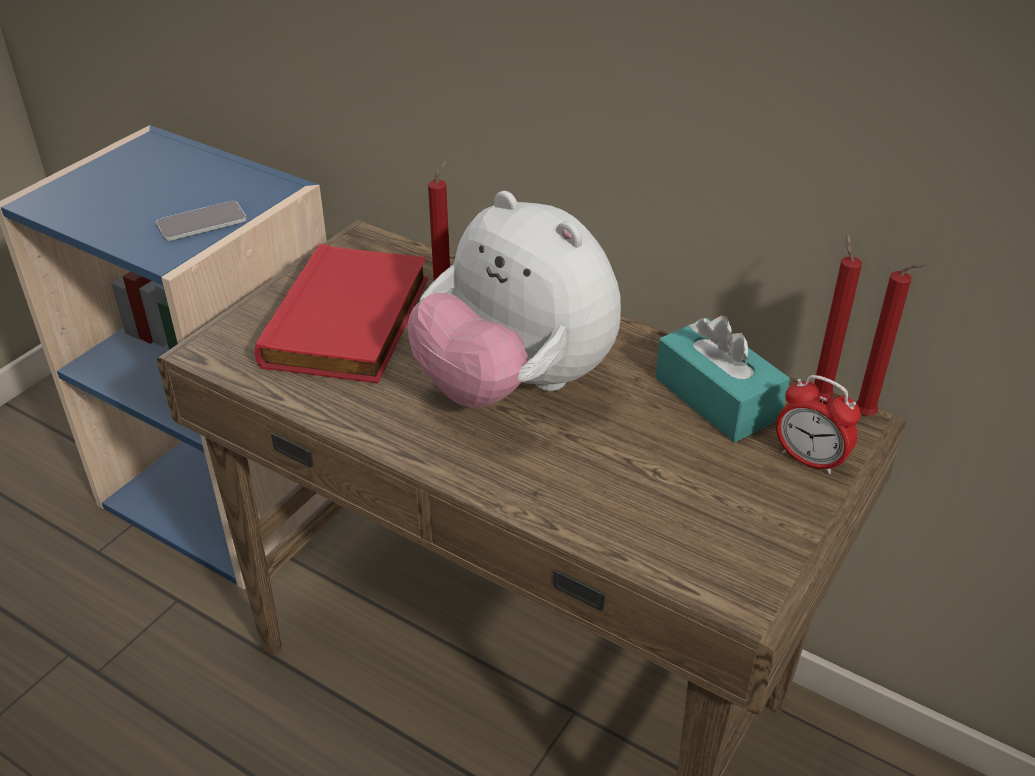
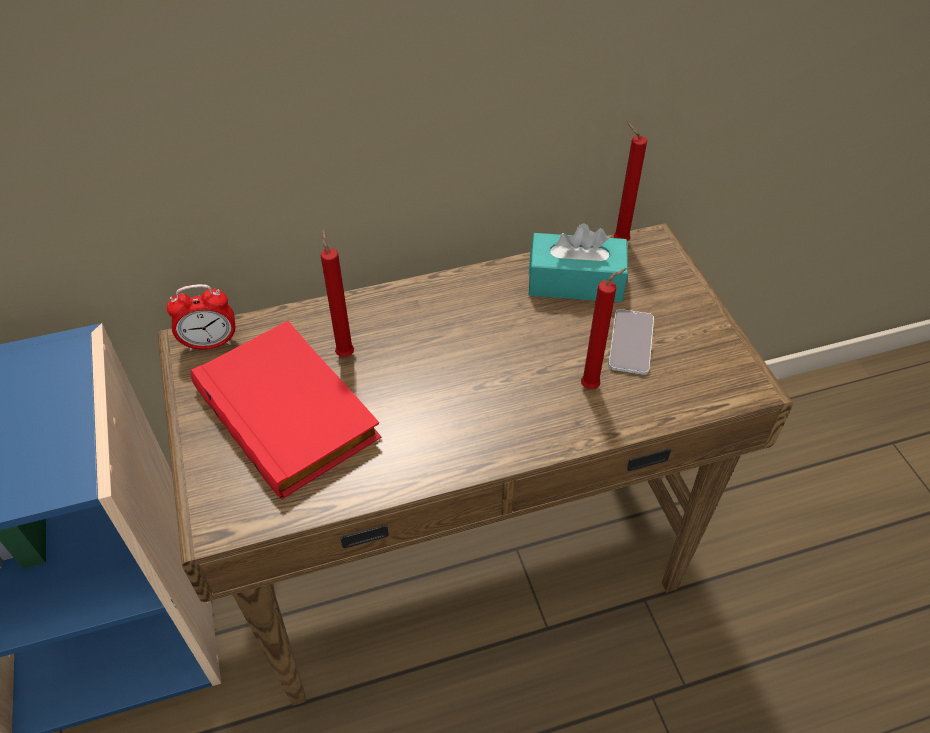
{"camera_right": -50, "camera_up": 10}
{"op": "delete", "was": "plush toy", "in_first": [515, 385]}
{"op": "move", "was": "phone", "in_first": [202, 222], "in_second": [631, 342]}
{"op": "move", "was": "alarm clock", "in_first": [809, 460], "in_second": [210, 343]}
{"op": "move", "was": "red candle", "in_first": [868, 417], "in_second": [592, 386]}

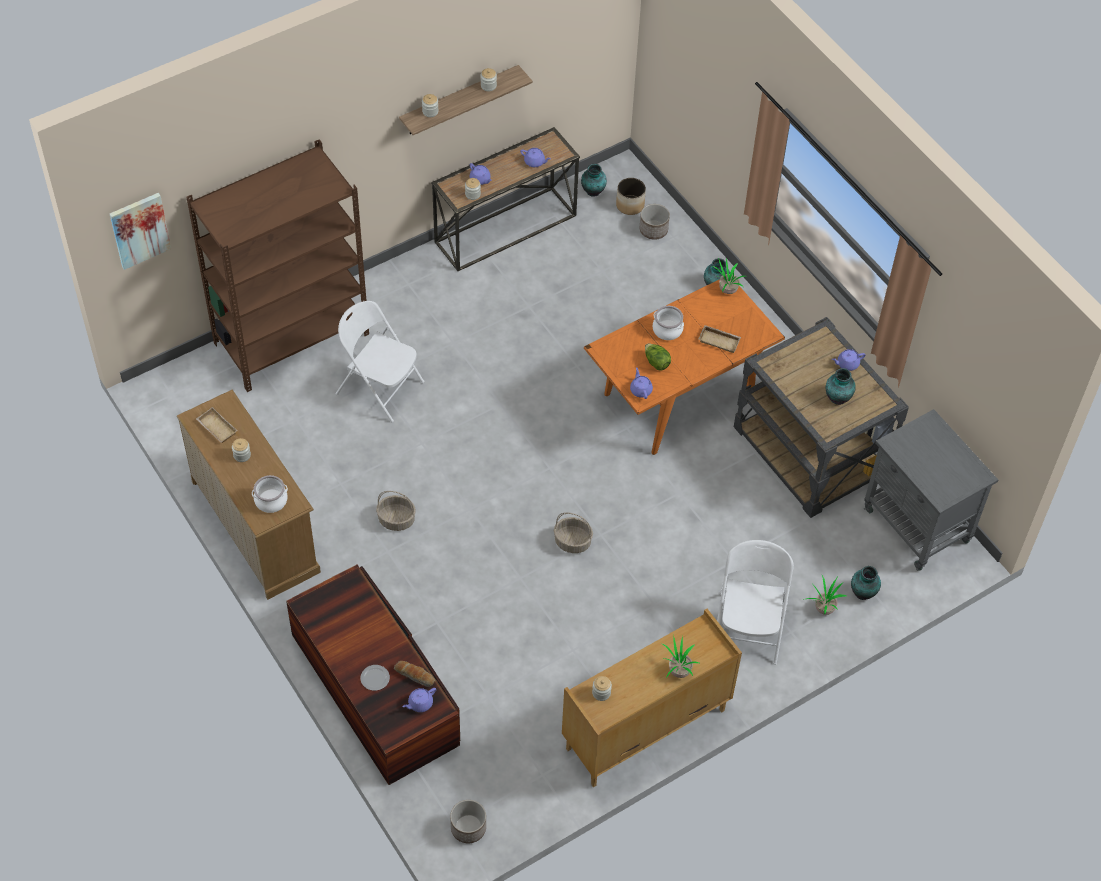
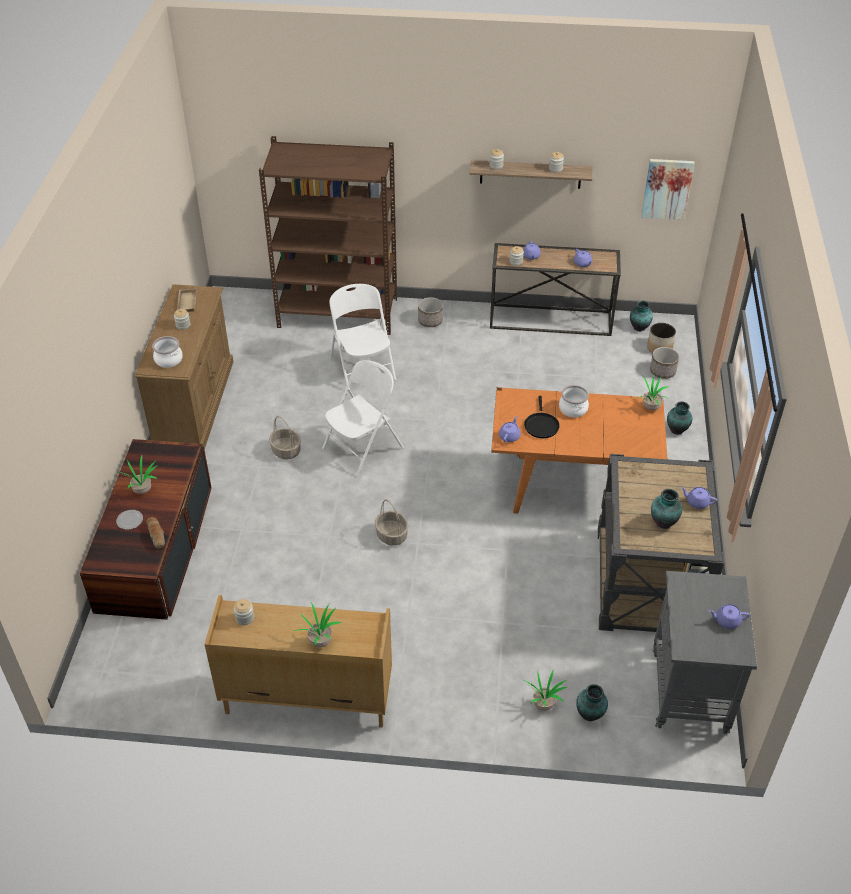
{"camera_right": 40, "camera_up": -10}
{"op": "delete", "was": "beige tray", "in_first": [720, 340]}
{"op": "insert", "now": "potted plant", "in_second": [142, 490]}
{"op": "move", "was": "picture", "in_first": [140, 230], "in_second": [667, 189]}
{"op": "move", "was": "purple teapot", "in_first": [420, 703], "in_second": [726, 621]}
{"op": "move", "was": "planter", "in_first": [468, 828], "in_second": [430, 321]}
{"op": "move", "was": "white chair", "in_first": [748, 628], "in_second": [363, 448]}
{"op": "replace", "was": "lettuce", "now": "black frying pan", "in_first": [656, 362], "in_second": [541, 425]}

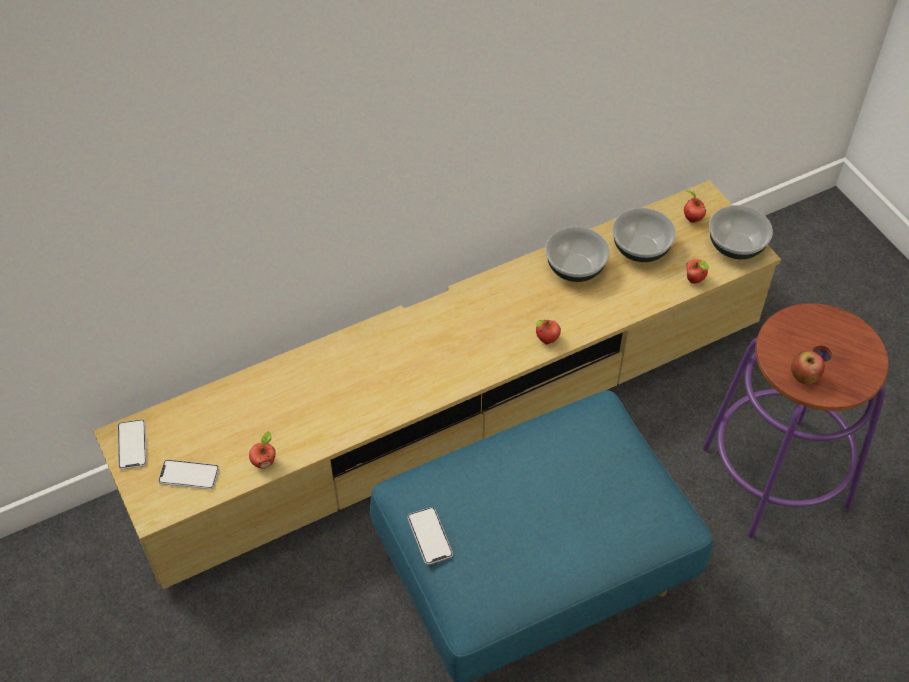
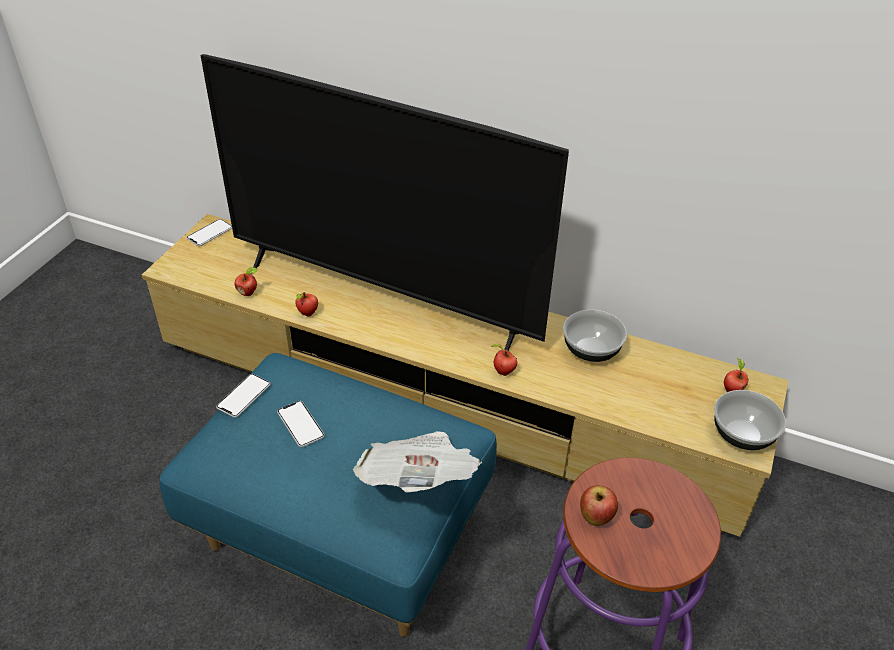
{"camera_right": 50, "camera_up": -10}
{"op": "delete", "was": "bowl", "in_first": [640, 249]}
{"op": "insert", "now": "television", "in_second": [382, 298]}
{"op": "insert", "now": "newspaper", "in_second": [419, 480]}
{"op": "move", "was": "phone", "in_first": [189, 475], "in_second": [300, 424]}
{"op": "move", "was": "apple", "in_first": [695, 280], "in_second": [308, 314]}

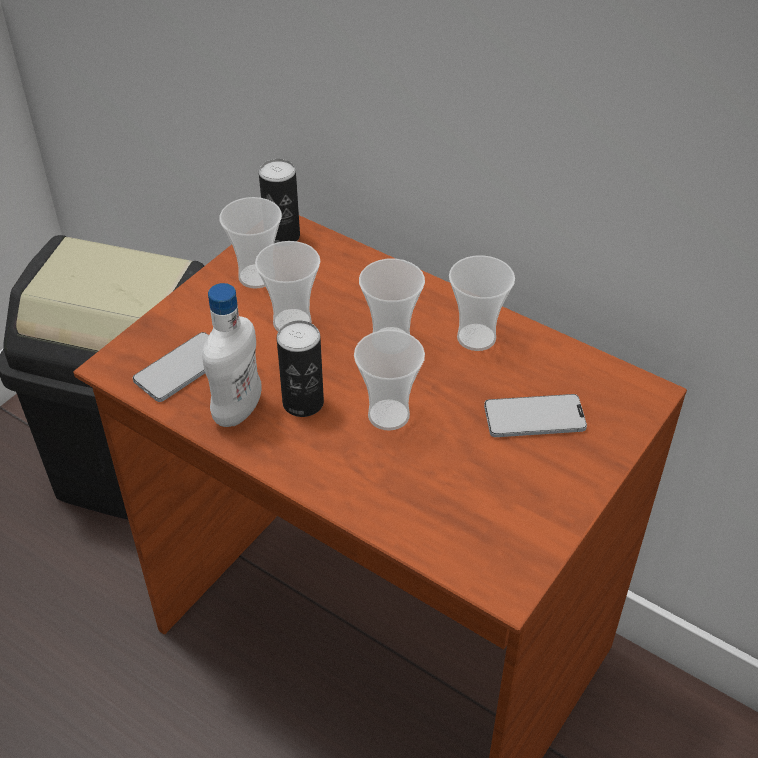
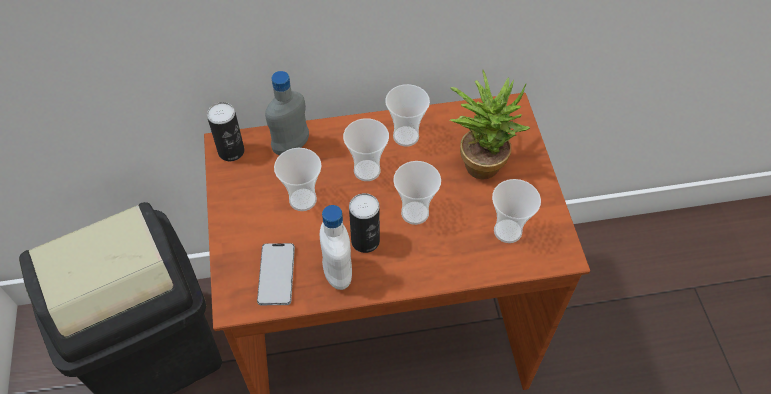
{"camera_right": -45, "camera_up": 10}
{"op": "insert", "now": "grey bottle", "in_second": [291, 146]}
{"op": "move", "was": "cup", "in_first": [257, 276], "in_second": [507, 231]}
{"op": "replace", "was": "phone", "now": "potted plant", "in_first": [534, 417], "in_second": [481, 159]}

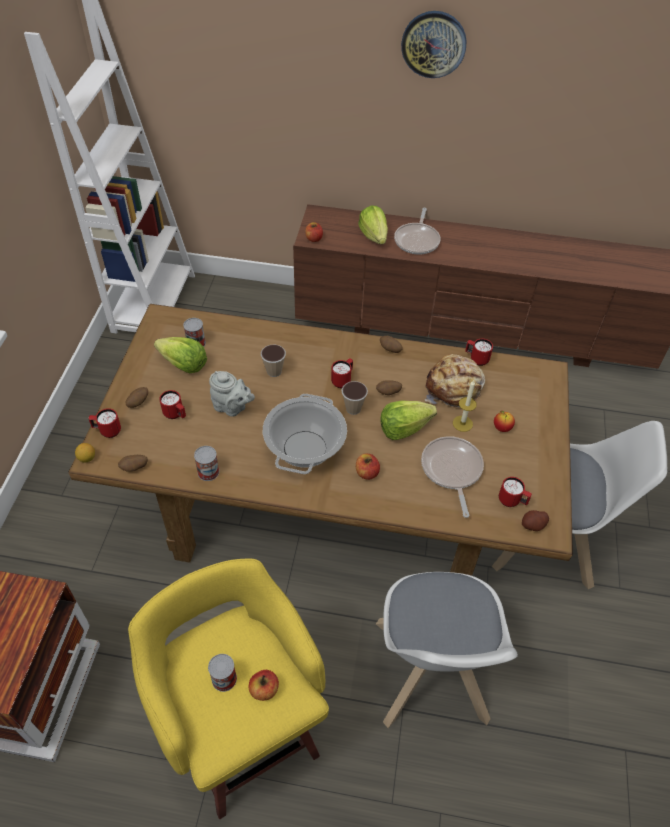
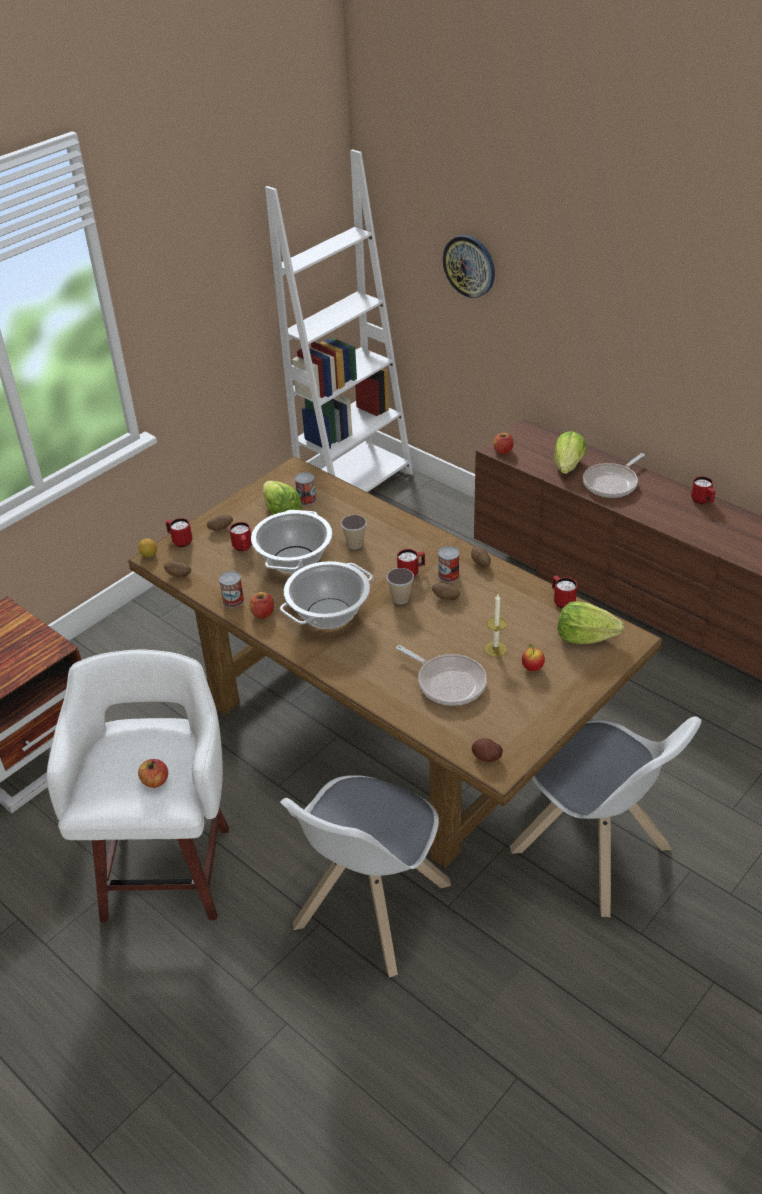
{"camera_right": 35, "camera_up": -10}
{"op": "delete", "was": "bread", "in_first": [454, 388]}
{"op": "move", "was": "can", "in_first": [224, 679], "in_second": [448, 575]}
{"op": "move", "was": "apple", "in_first": [366, 473], "in_second": [263, 613]}
{"op": "move", "was": "lettuce", "in_first": [404, 428], "in_second": [585, 637]}
{"op": "move", "was": "wall clock", "in_first": [433, 44], "in_second": [469, 266]}
{"op": "move", "was": "red mug", "in_first": [512, 501], "in_second": [702, 501]}
{"op": "replace", "was": "grey teapot", "now": "cooking pot", "in_first": [232, 408], "in_second": [294, 560]}
{"op": "recolor", "was": "yellow stool", "now": "white stool", "in_first": [243, 732], "in_second": [167, 868]}
{"op": "rotate", "was": "frying pan", "in_first": [451, 470], "in_second": [448, 682], "clockwise": 105}

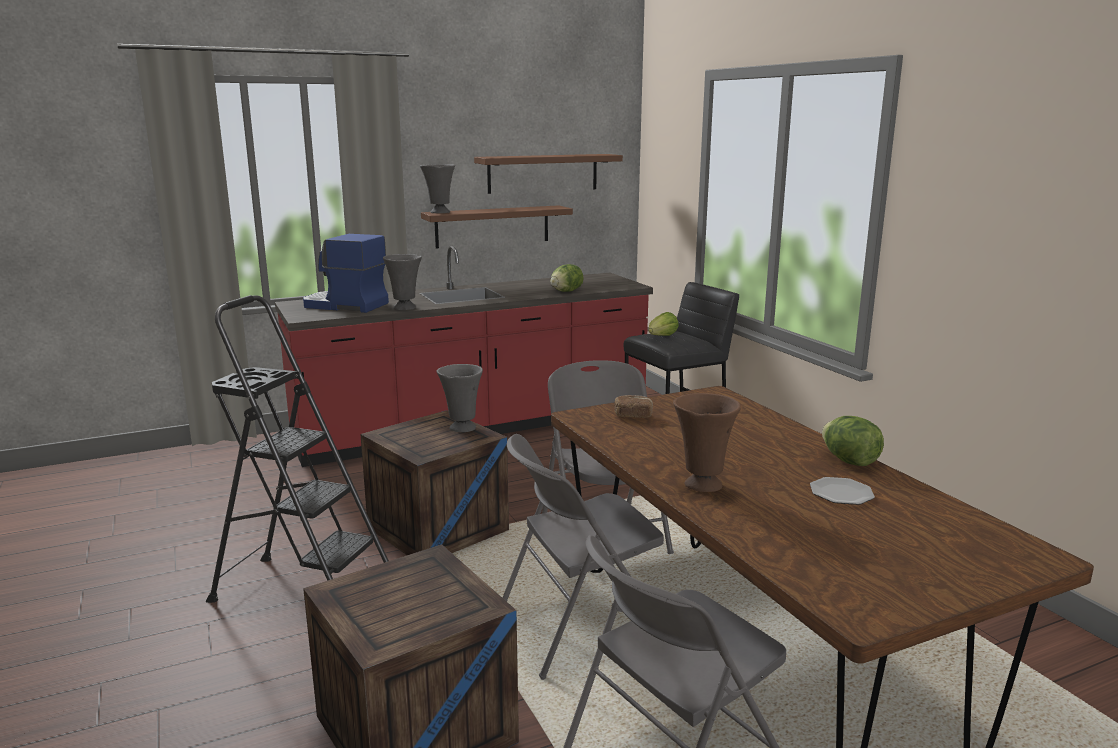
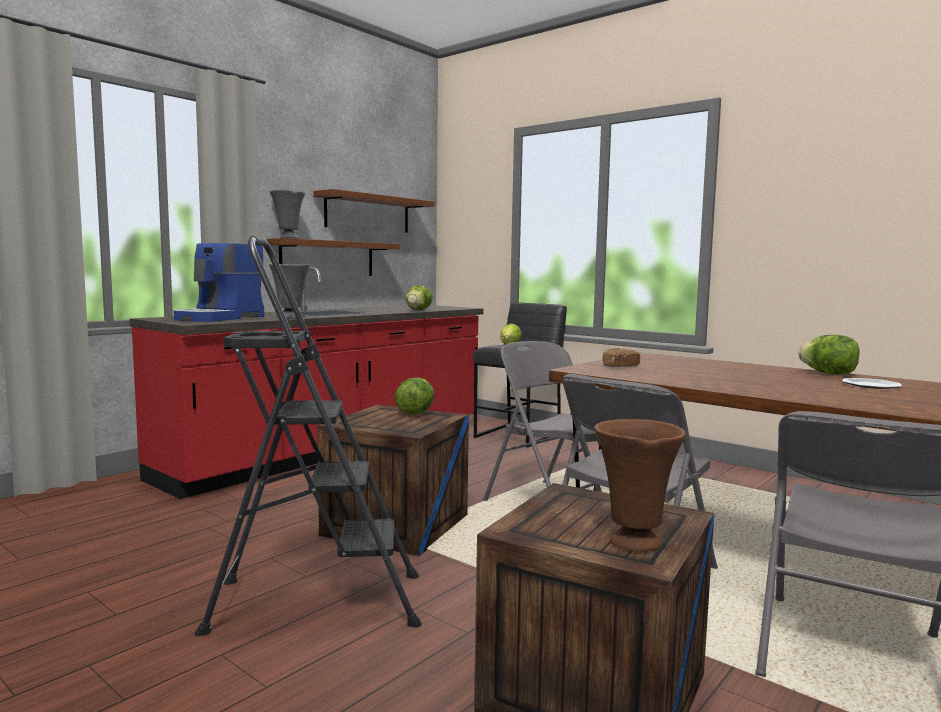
{"camera_right": -25, "camera_up": -10}
{"op": "move", "was": "brown vase", "in_first": [701, 485], "in_second": [633, 543]}
{"op": "replace", "was": "grey vase", "now": "lettuce", "in_first": [461, 428], "in_second": [415, 413]}
{"op": "rotate", "was": "coffee machine", "in_first": [344, 305], "in_second": [220, 318], "clockwise": -60}

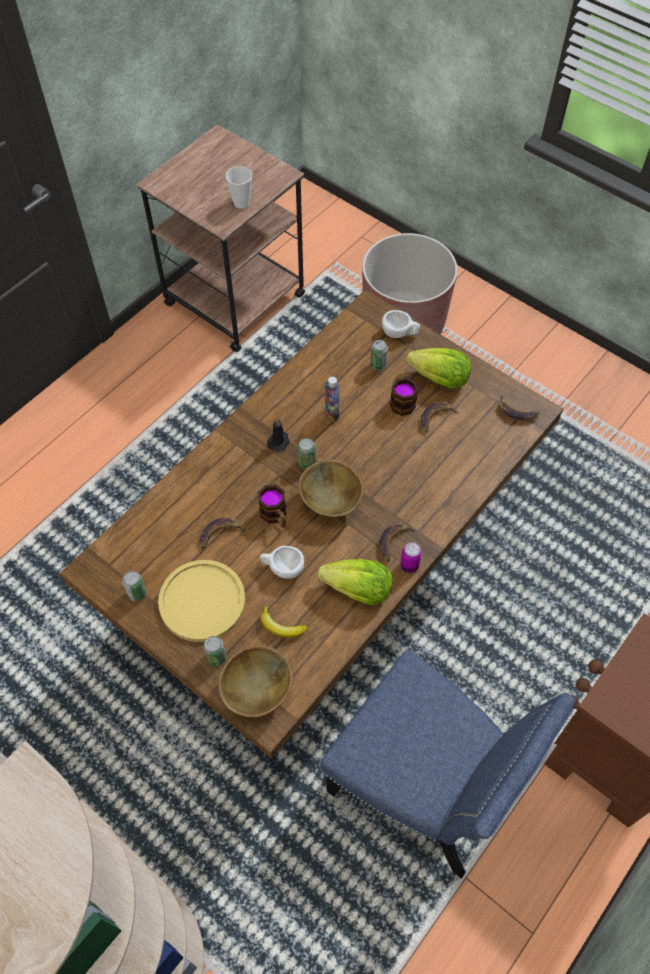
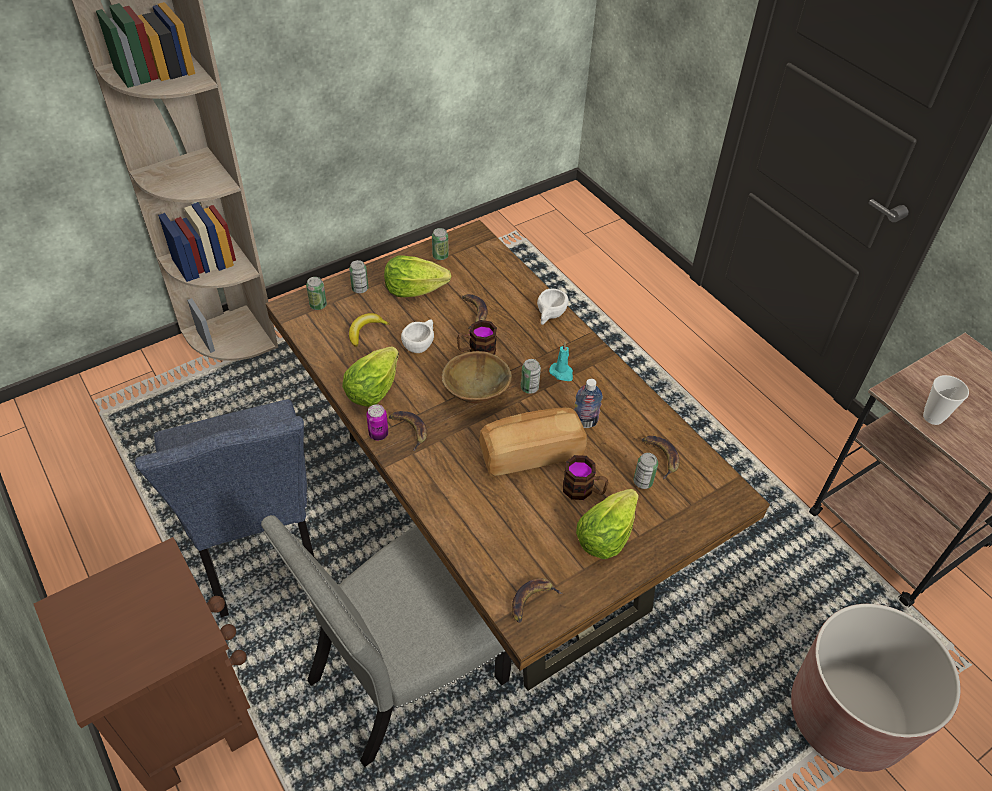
{"camera_right": 105, "camera_up": -10}
{"op": "insert", "now": "grey chair", "in_second": [408, 672]}
{"op": "insert", "now": "bread", "in_second": [530, 453]}
{"op": "move", "was": "white cup", "in_first": [400, 333], "in_second": [549, 316]}
{"op": "move", "was": "banana", "in_first": [435, 418], "in_second": [660, 456]}
{"op": "replace", "was": "yellow plate", "now": "lettuce", "in_first": [202, 601], "in_second": [414, 290]}
{"op": "replace", "was": "brown bowl", "now": "can", "in_first": [256, 691], "in_second": [318, 305]}
{"op": "recolor", "was": "black candle", "now": "turquoise candle", "in_first": [279, 441], "in_second": [562, 373]}
{"op": "rotate", "was": "blue chair", "in_first": [421, 784], "in_second": [257, 538], "clockwise": -75}

